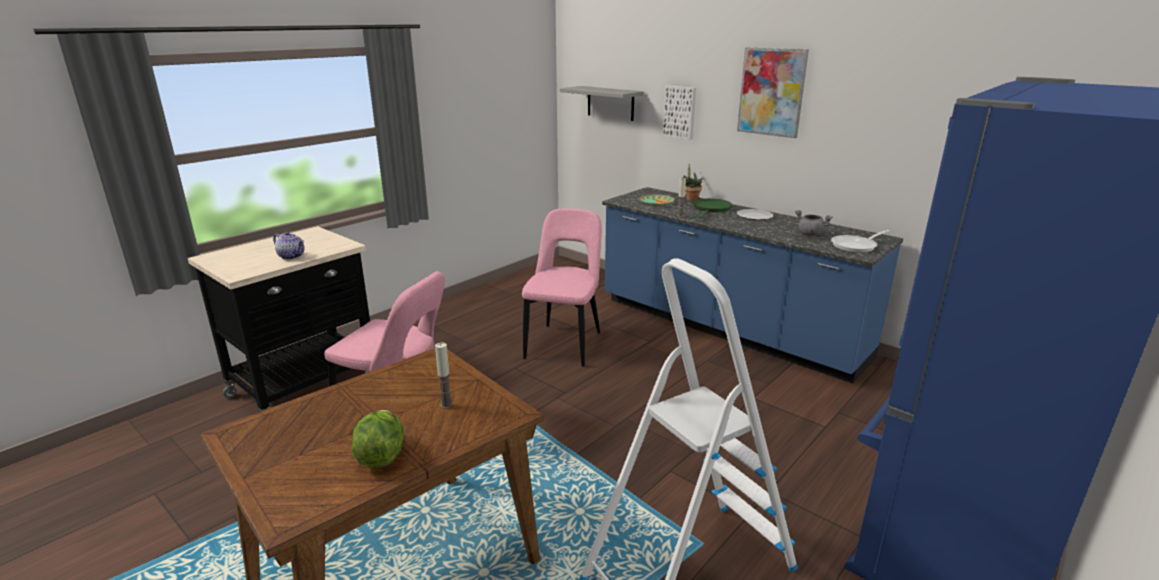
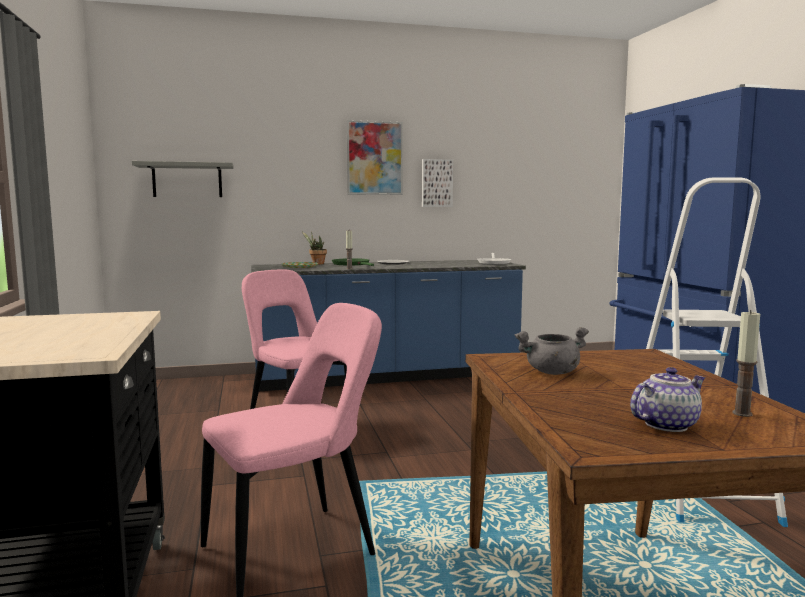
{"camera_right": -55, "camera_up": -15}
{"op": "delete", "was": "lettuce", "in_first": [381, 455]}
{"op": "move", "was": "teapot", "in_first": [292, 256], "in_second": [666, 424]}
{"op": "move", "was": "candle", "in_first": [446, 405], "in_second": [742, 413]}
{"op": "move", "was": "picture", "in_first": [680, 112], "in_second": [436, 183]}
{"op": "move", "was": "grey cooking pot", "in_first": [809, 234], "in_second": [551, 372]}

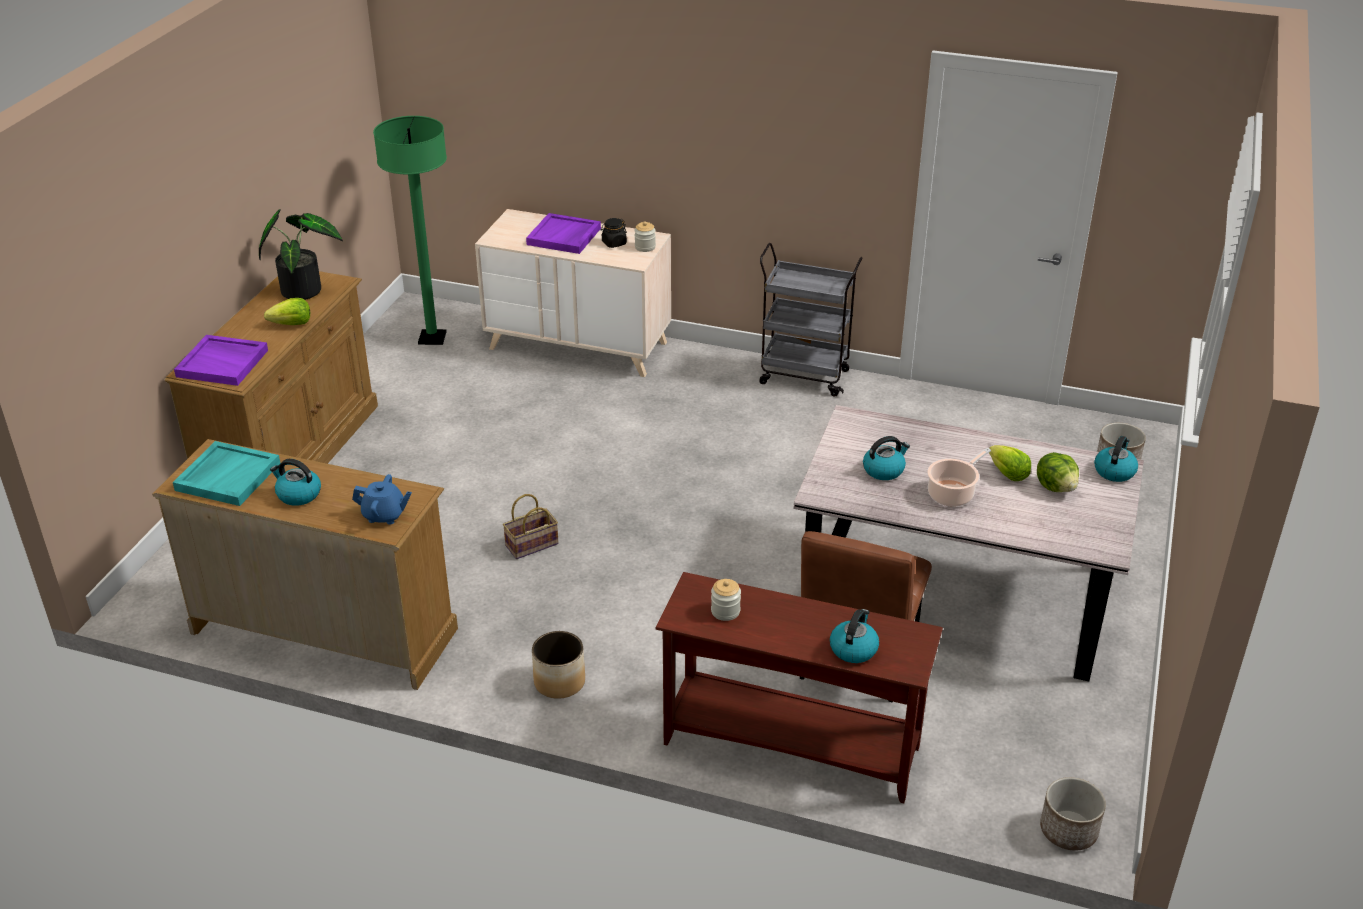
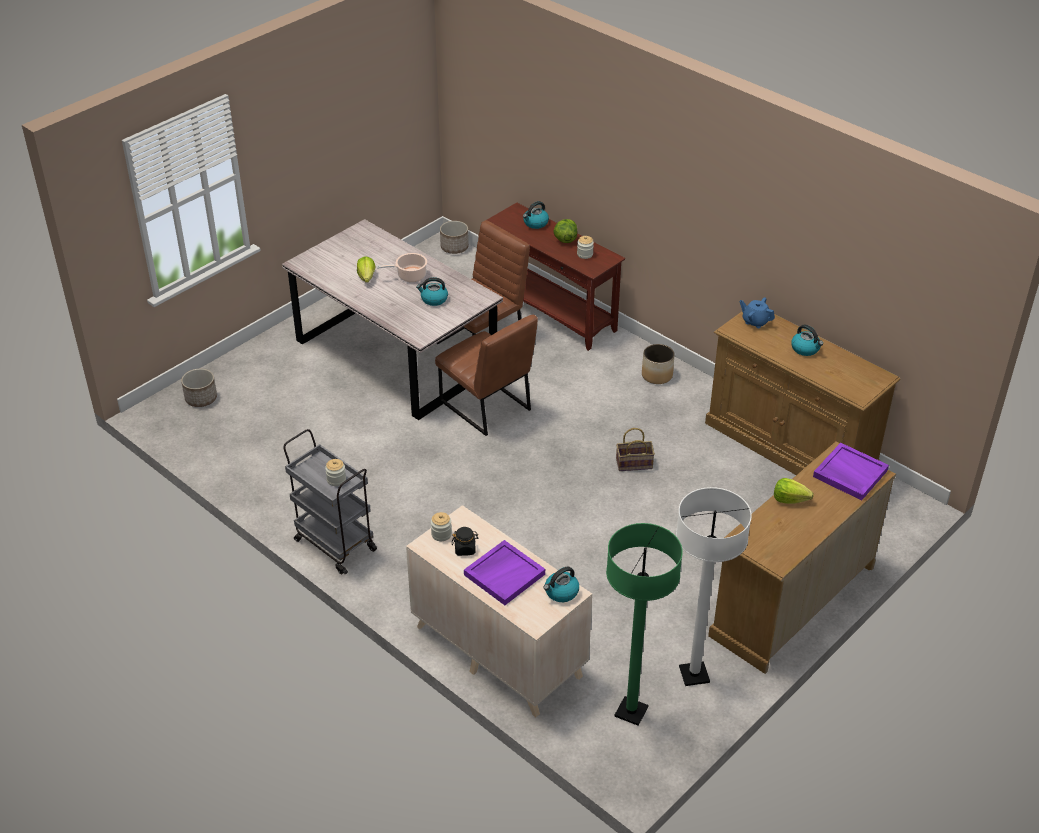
{"camera_right": -155, "camera_up": 5}
{"op": "delete", "was": "turquoise tray", "in_first": [228, 476]}
{"op": "delete", "was": "potted plant", "in_first": [305, 289]}
{"op": "insert", "now": "jar", "in_second": [336, 480]}
{"op": "insert", "now": "brown chair", "in_second": [486, 407]}
{"op": "insert", "now": "white floor lamp", "in_second": [694, 675]}
{"op": "move", "was": "lettuce", "in_first": [1056, 487], "in_second": [565, 239]}
{"op": "move", "was": "kettle", "in_first": [1114, 471], "in_second": [561, 592]}

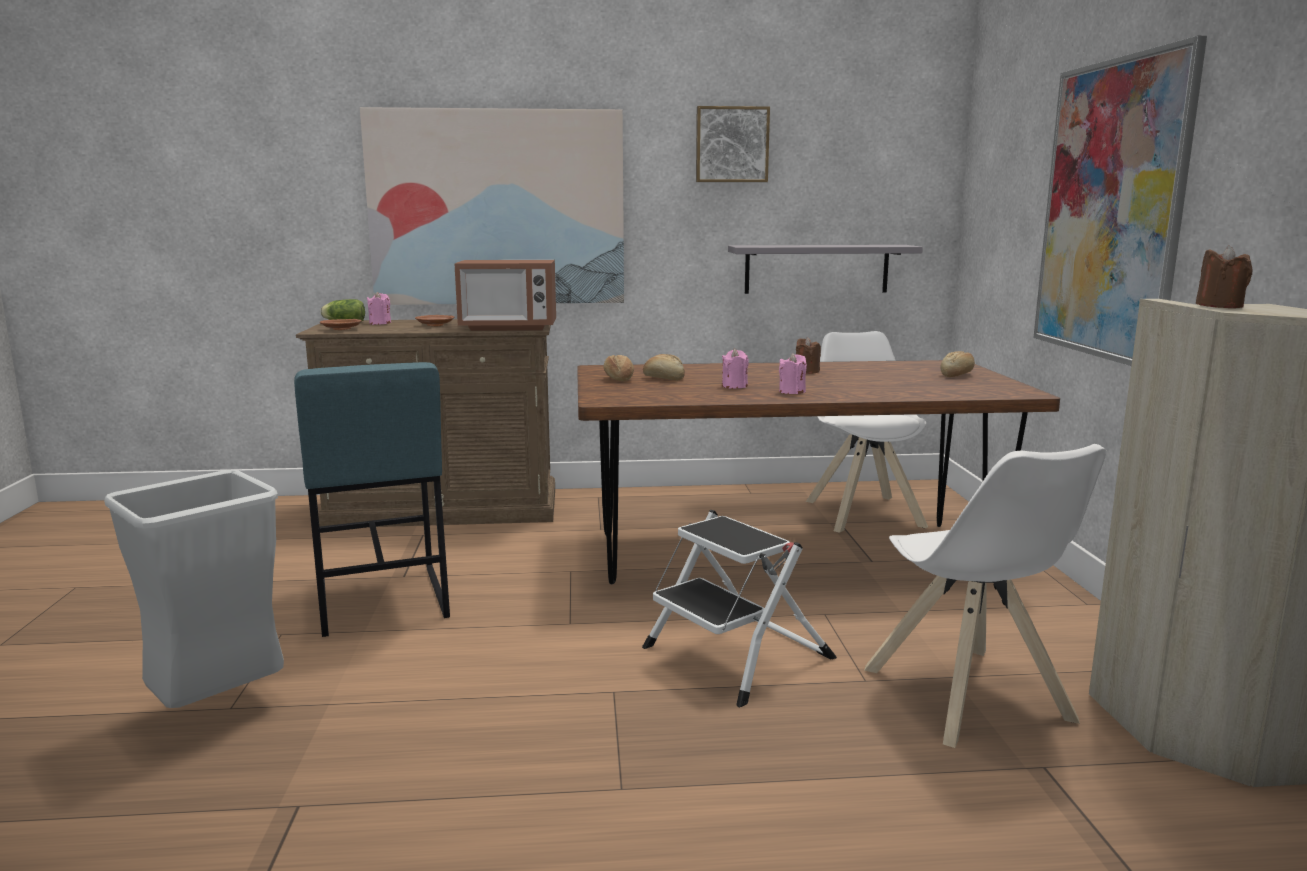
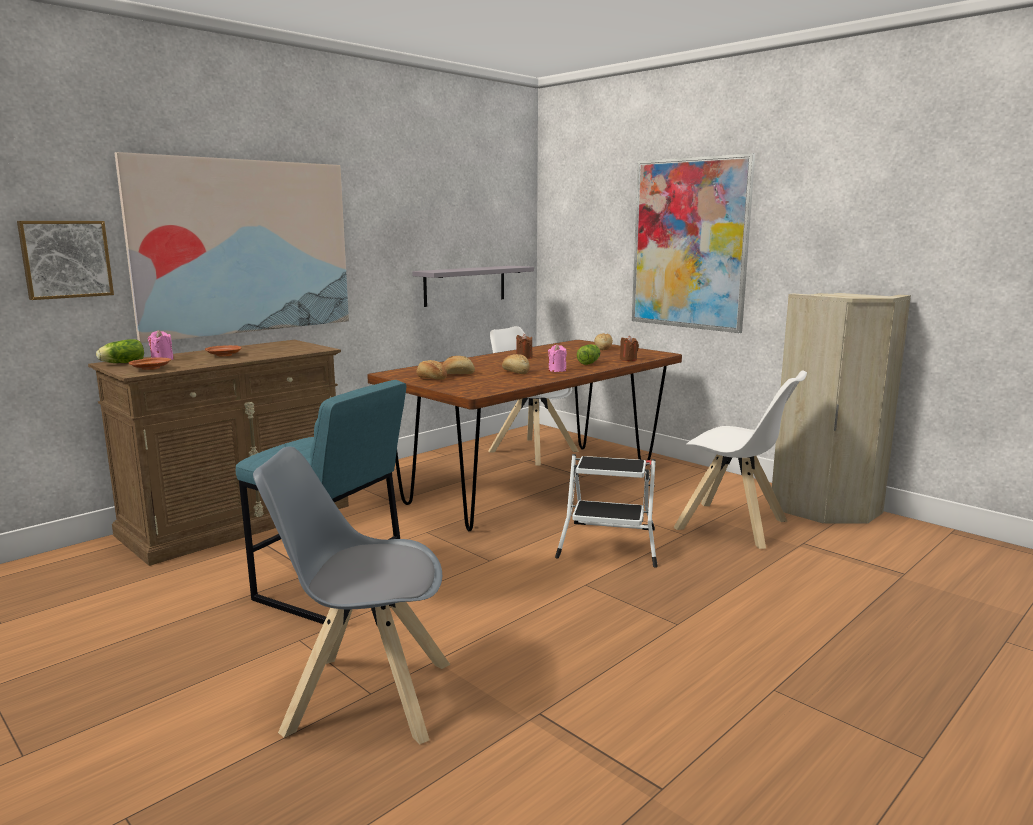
{"camera_right": -40, "camera_up": 0}
{"op": "delete", "was": "microwave", "in_first": [508, 328]}
{"op": "insert", "now": "lettuce", "in_second": [590, 362]}
{"op": "move", "was": "picture", "in_first": [731, 145], "in_second": [66, 259]}
{"op": "move", "was": "brown candle", "in_first": [1219, 306], "in_second": [628, 359]}
{"op": "replace", "was": "grey trash can", "now": "grey chair", "in_first": [221, 708], "in_second": [364, 697]}
{"op": "replace", "was": "pink candle", "now": "bread", "in_first": [734, 386], "in_second": [516, 372]}

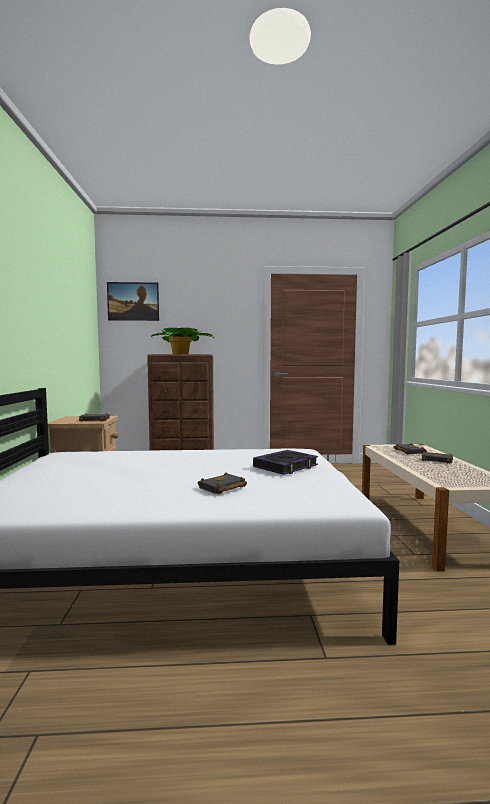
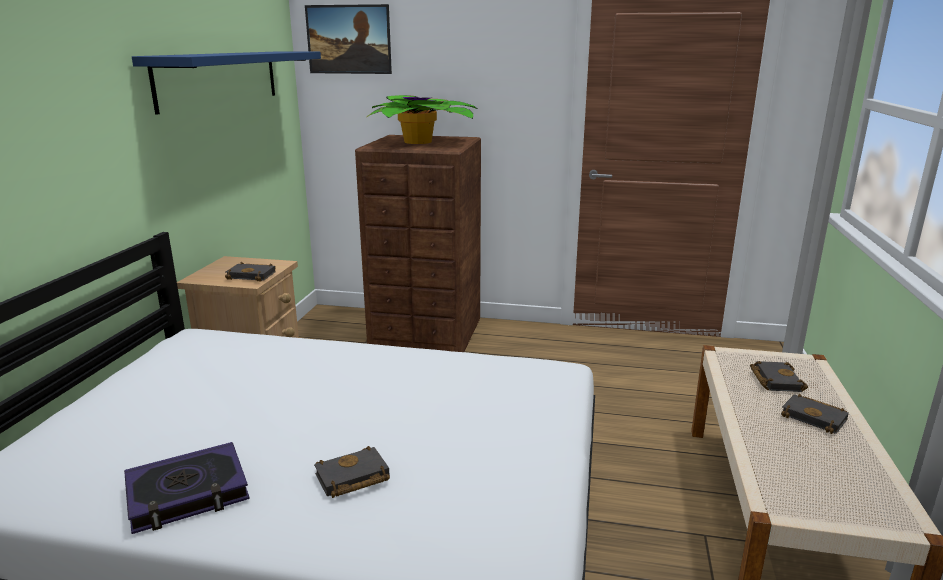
{"camera_right": 15, "camera_up": 15}
{"op": "insert", "now": "blue shelf", "in_second": [220, 78]}
{"op": "move", "was": "book", "in_first": [285, 466], "in_second": [188, 494]}

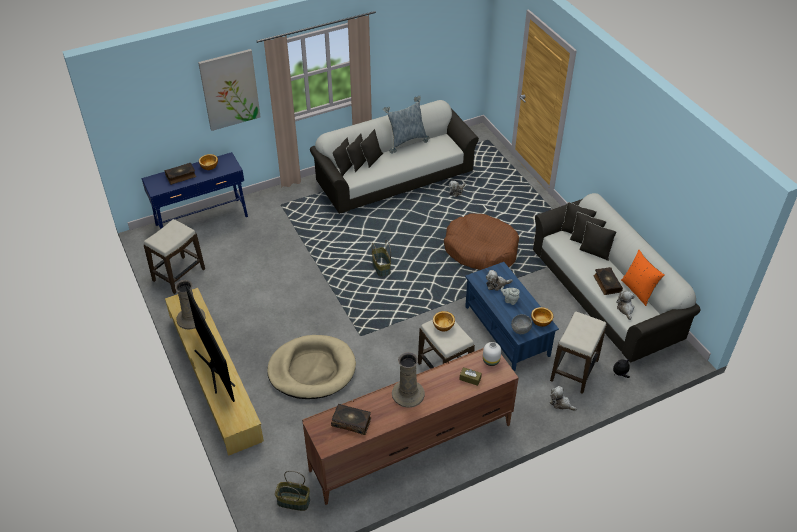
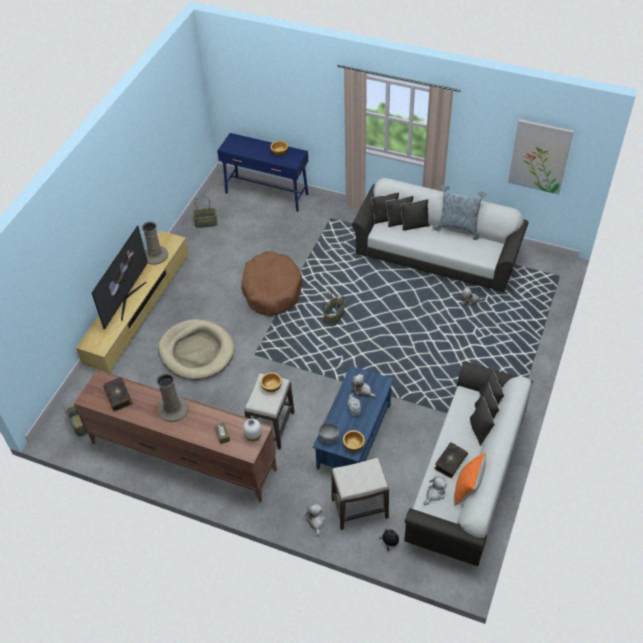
{"camera_right": 50, "camera_up": 5}
{"op": "delete", "was": "book", "in_first": [181, 176]}
{"op": "move", "was": "picture", "in_first": [230, 89], "in_second": [539, 156]}
{"op": "move", "was": "brown dog bed", "in_first": [481, 250], "in_second": [272, 290]}
{"op": "replace", "was": "stool", "now": "basket", "in_first": [179, 275], "in_second": [206, 222]}

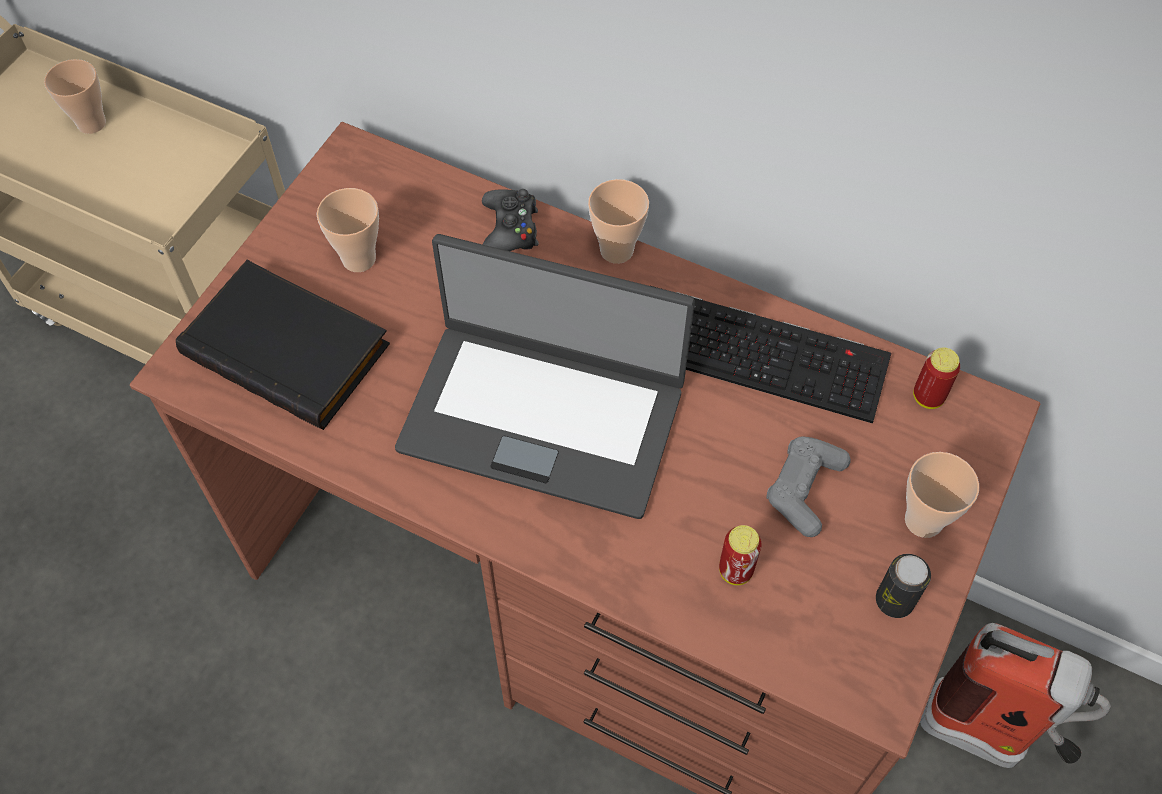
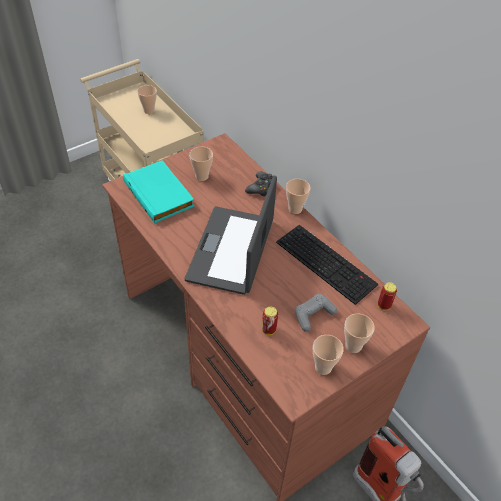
{"camera_right": 25, "camera_up": -10}
{"op": "replace", "was": "can", "now": "cup", "in_first": [894, 600], "in_second": [323, 367]}
{"op": "recolor", "was": "black book", "now": "turquoise book", "in_first": [290, 347], "in_second": [160, 194]}
{"op": "rotate", "was": "laptop", "in_first": [543, 416], "in_second": [232, 250], "clockwise": 60}

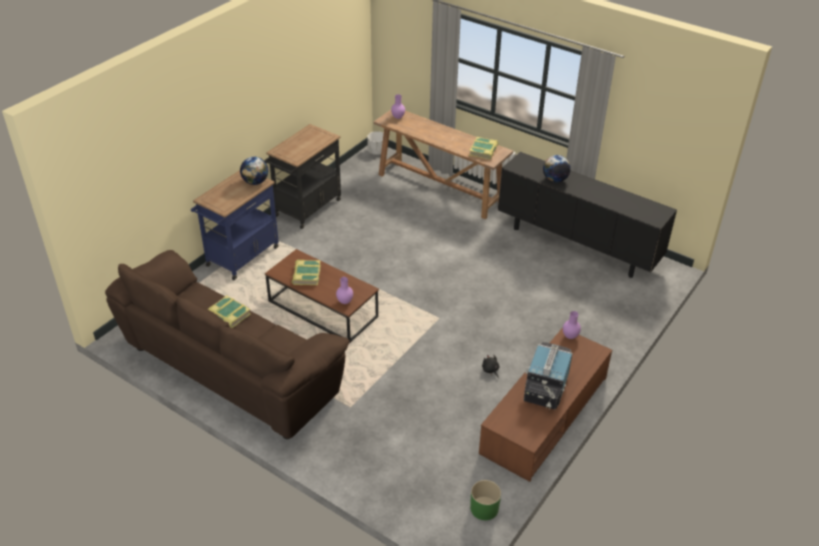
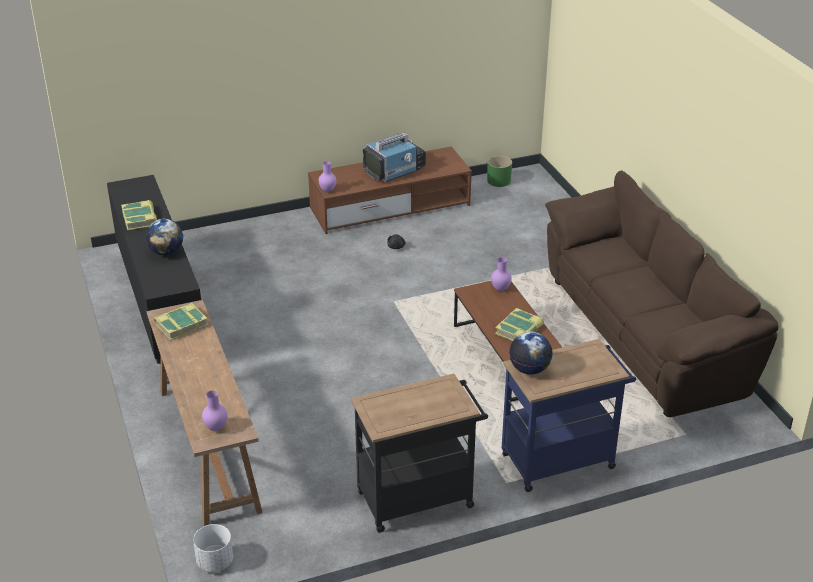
{"camera_right": -145, "camera_up": -5}
{"op": "move", "was": "book", "in_first": [229, 315], "in_second": [140, 218]}

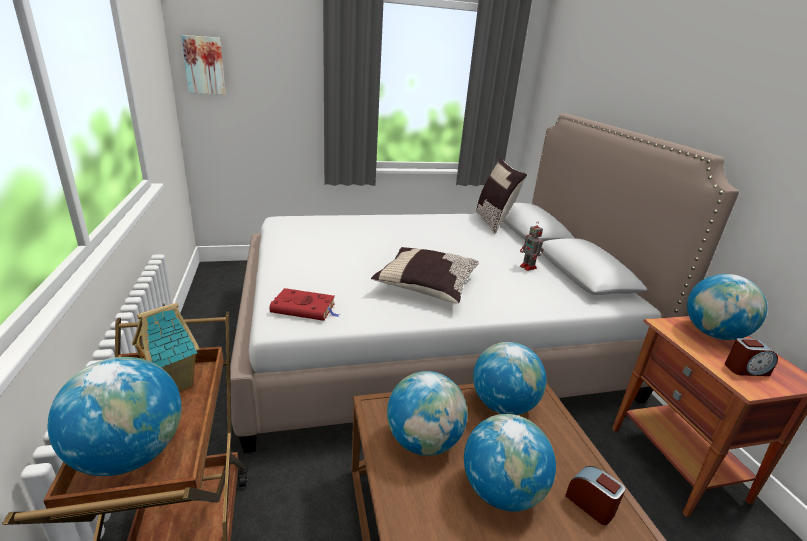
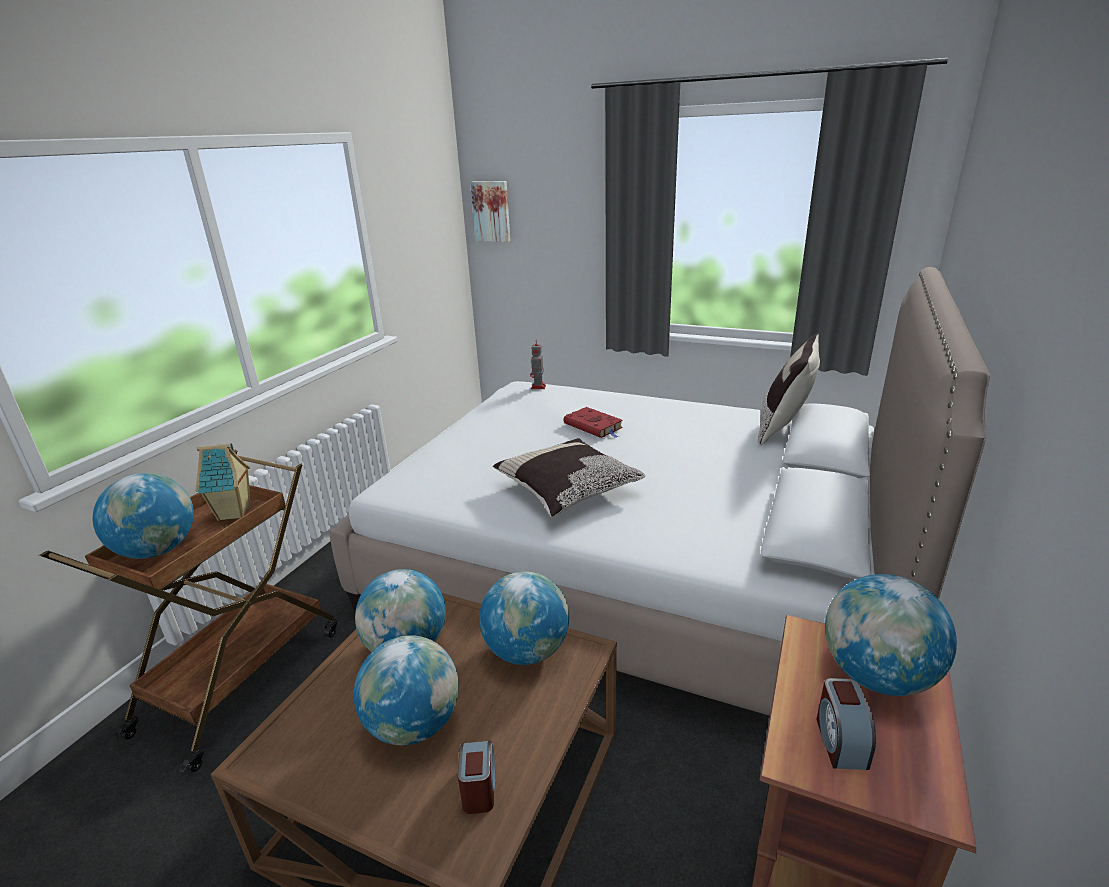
{"camera_right": 40, "camera_up": 0}
{"op": "move", "was": "red book", "in_first": [305, 308], "in_second": [594, 426]}
{"op": "move", "was": "toy robot", "in_first": [528, 267], "in_second": [538, 387]}
{"op": "rotate", "was": "alarm clock", "in_first": [745, 369], "in_second": [840, 741], "clockwise": 60}

